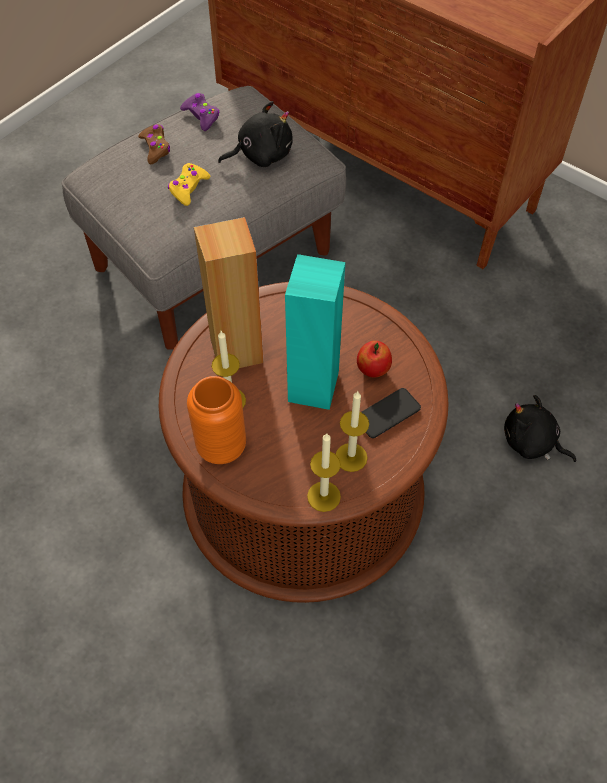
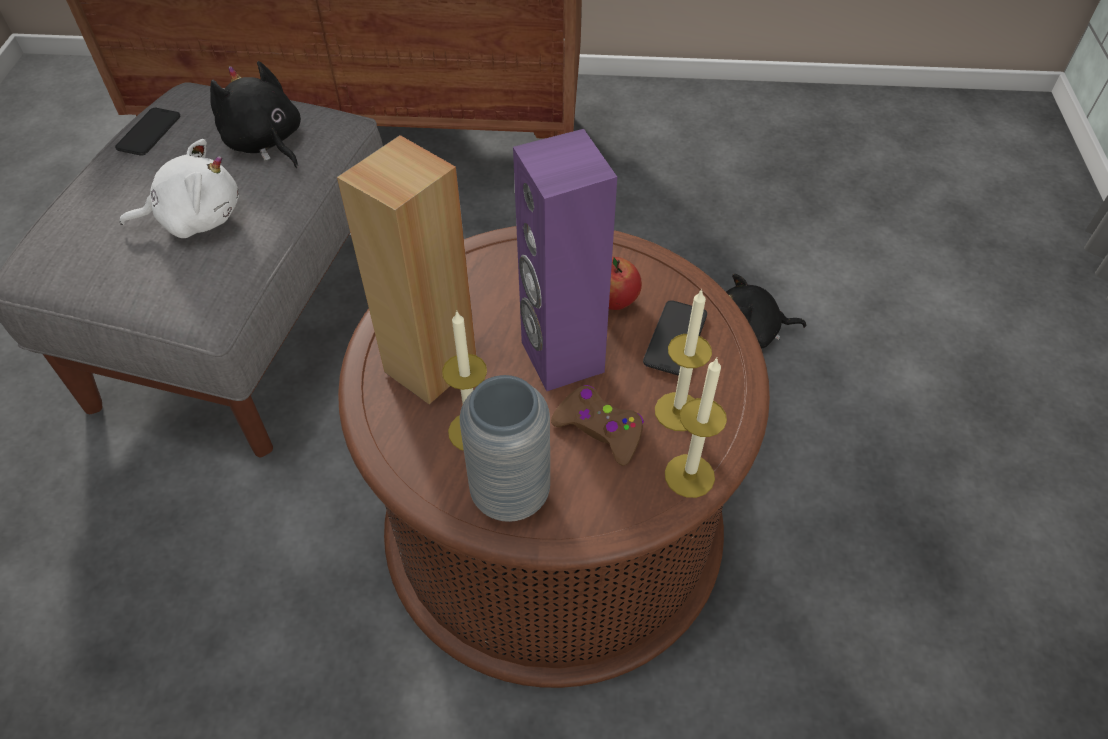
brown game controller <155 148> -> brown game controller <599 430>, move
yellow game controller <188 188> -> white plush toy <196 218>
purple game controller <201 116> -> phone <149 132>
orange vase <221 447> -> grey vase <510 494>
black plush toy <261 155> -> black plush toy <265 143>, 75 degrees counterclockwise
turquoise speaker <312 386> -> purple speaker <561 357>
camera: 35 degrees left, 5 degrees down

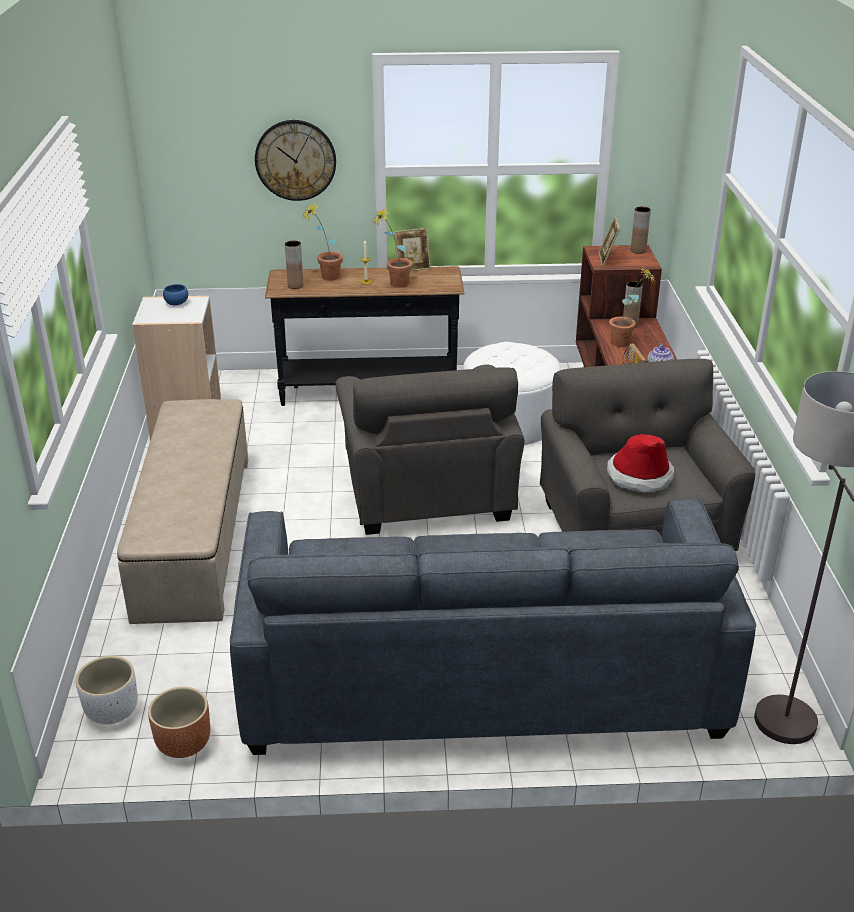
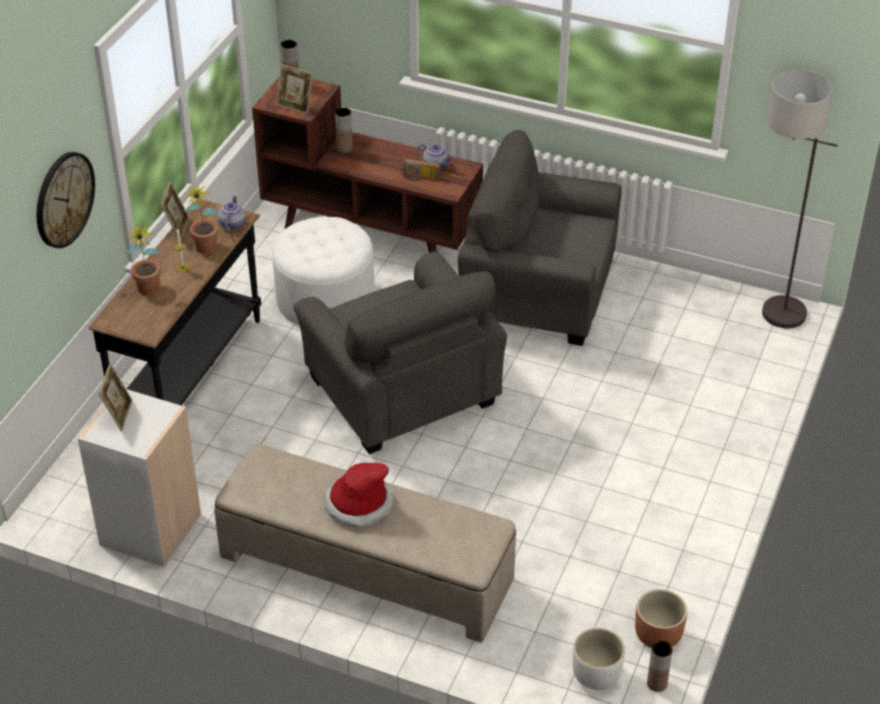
blue bowl <177 303> -> picture frame <119 414>
grey sofa <480 678> -> none
brown vase <295 285> -> brown vase <657 683>, move
grey armchair <427 491> -> grey armchair <401 390>, 45 degrees clockwise
hat <639 476> -> hat <358 504>, move
potted plant <626 343> -> none
none -> teapot <232 224>
camera: 65 degrees left, 10 degrees up

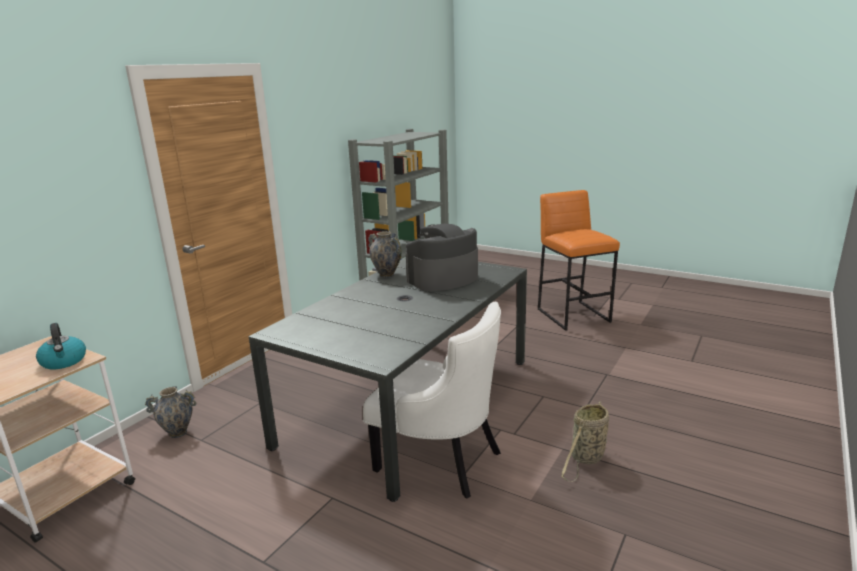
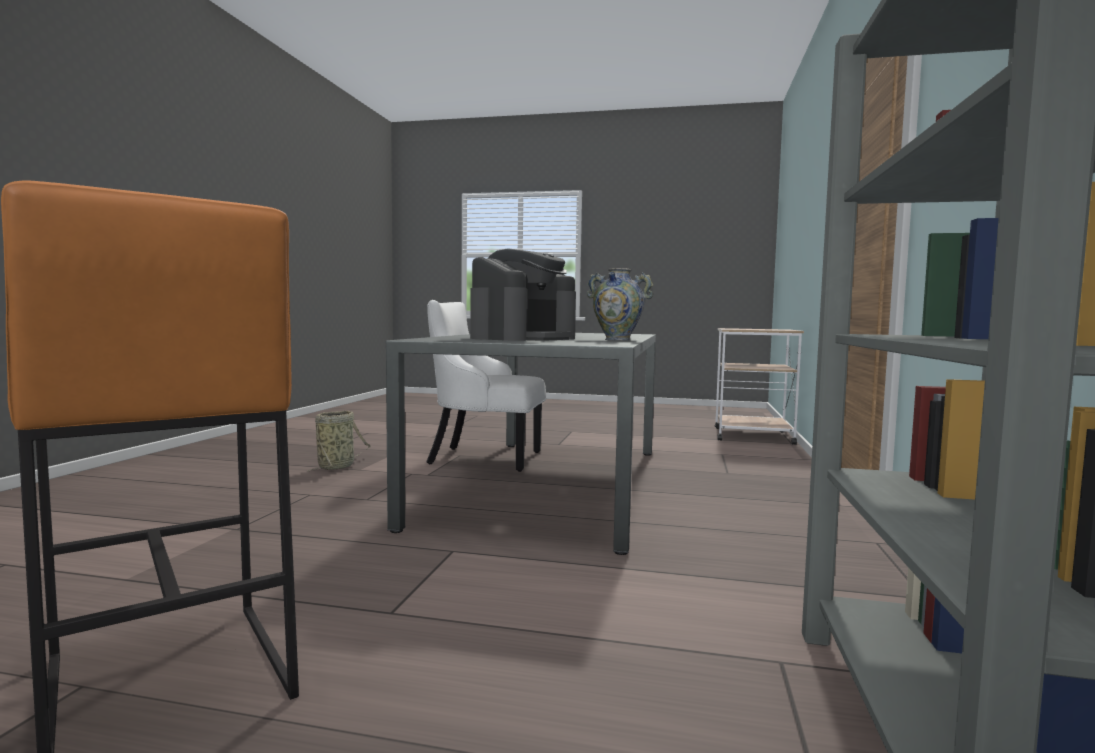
kettle <64 361> -> none
vase <177 433> -> none
camera: 160 degrees right, 15 degrees down

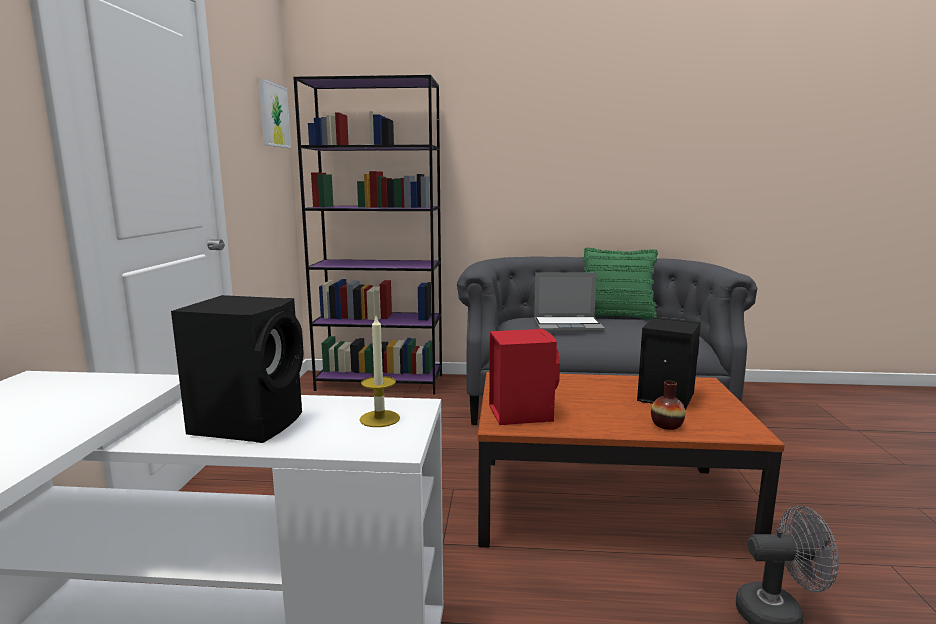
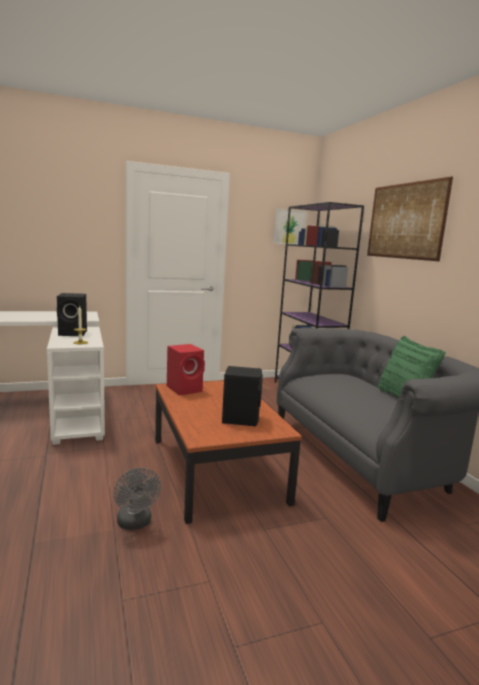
laptop <568 326> -> none
vase <666 425> -> none
none -> picture <405 221>
camera: 65 degrees right, 0 degrees up

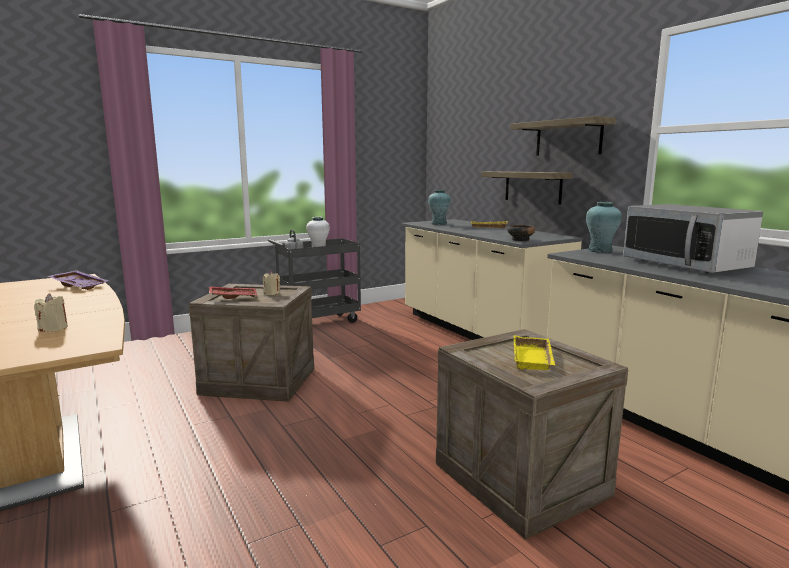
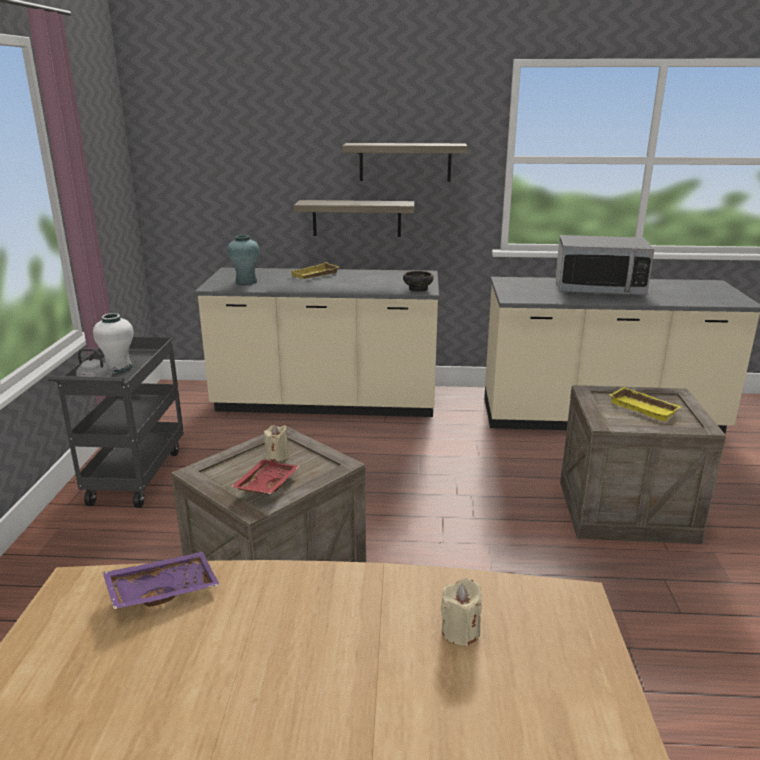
turquoise vase <600 251> -> none
camera: 55 degrees left, 10 degrees up

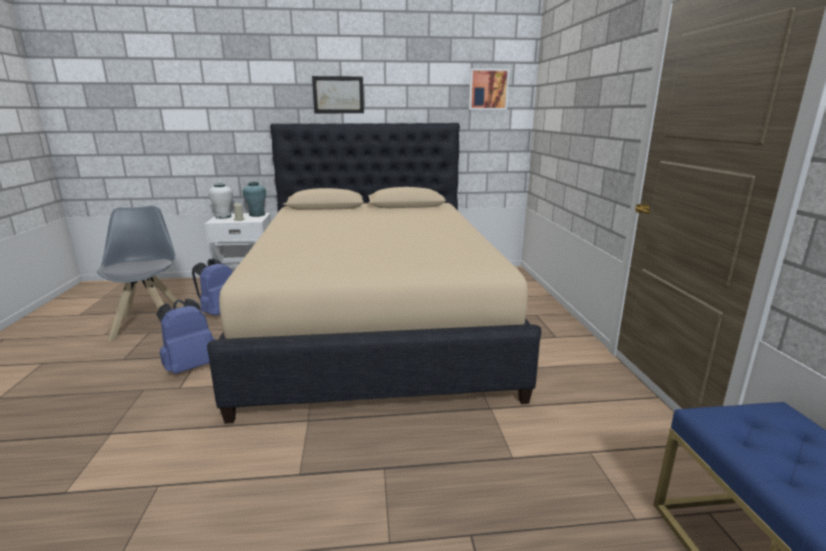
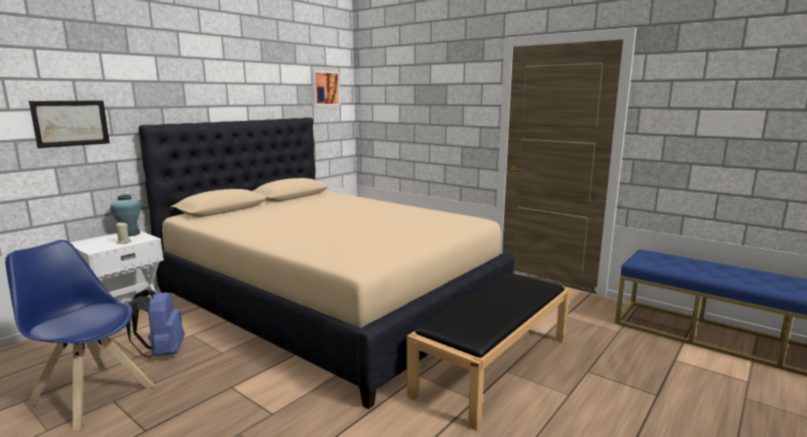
grey chair <150 323> -> blue chair <90 394>
blue backpack <191 366> -> none
white vase <223 217> -> none
picture <338 95> -> picture <71 123>, move
none -> black bench <494 364>
camera: 45 degrees left, 5 degrees down

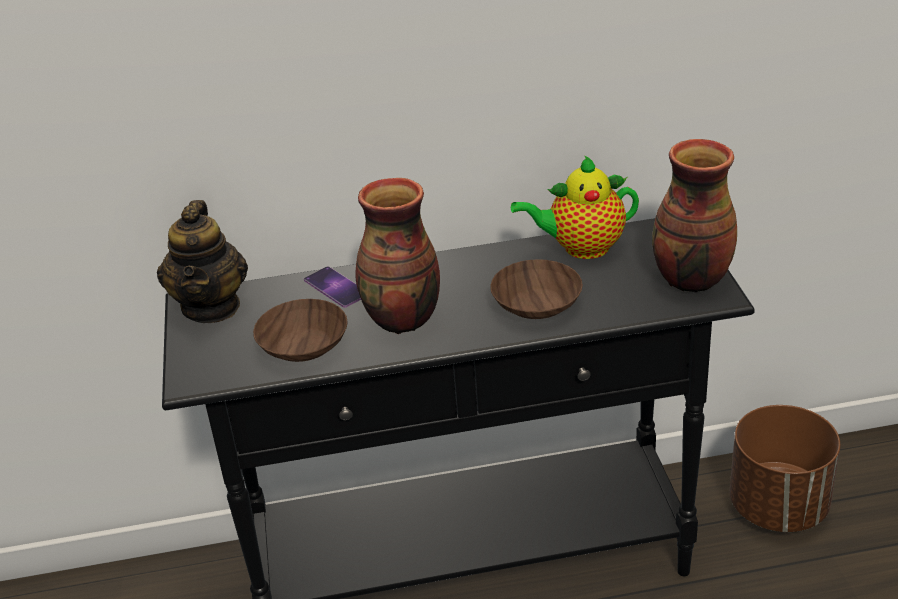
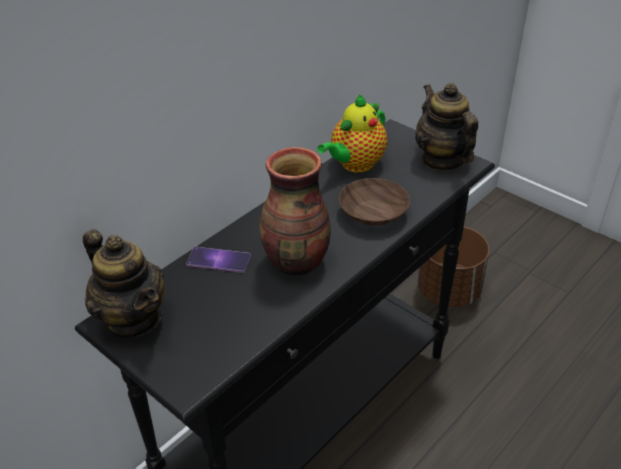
brown bowl <304 344> -> none
vase <690 279> -> teapot <442 160>
camera: 40 degrees left, 5 degrees up

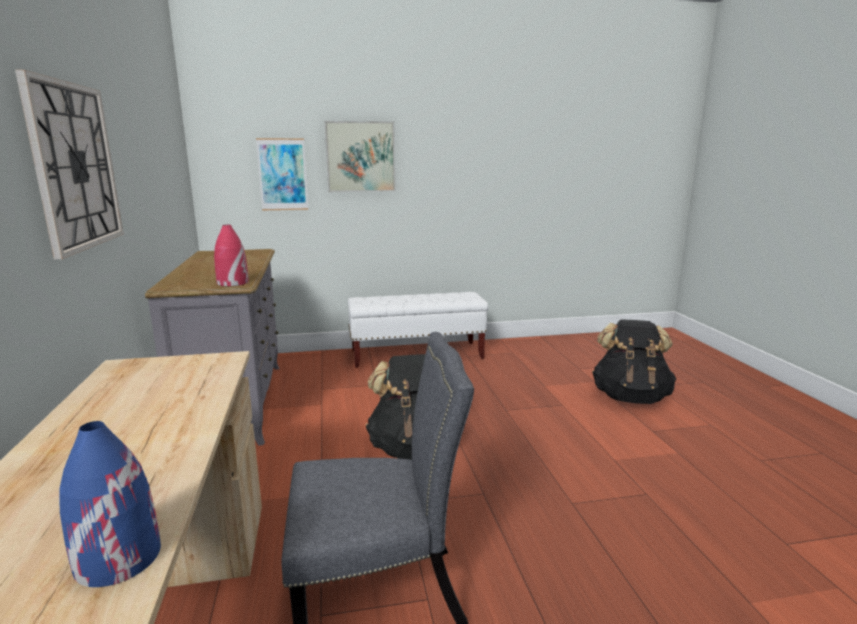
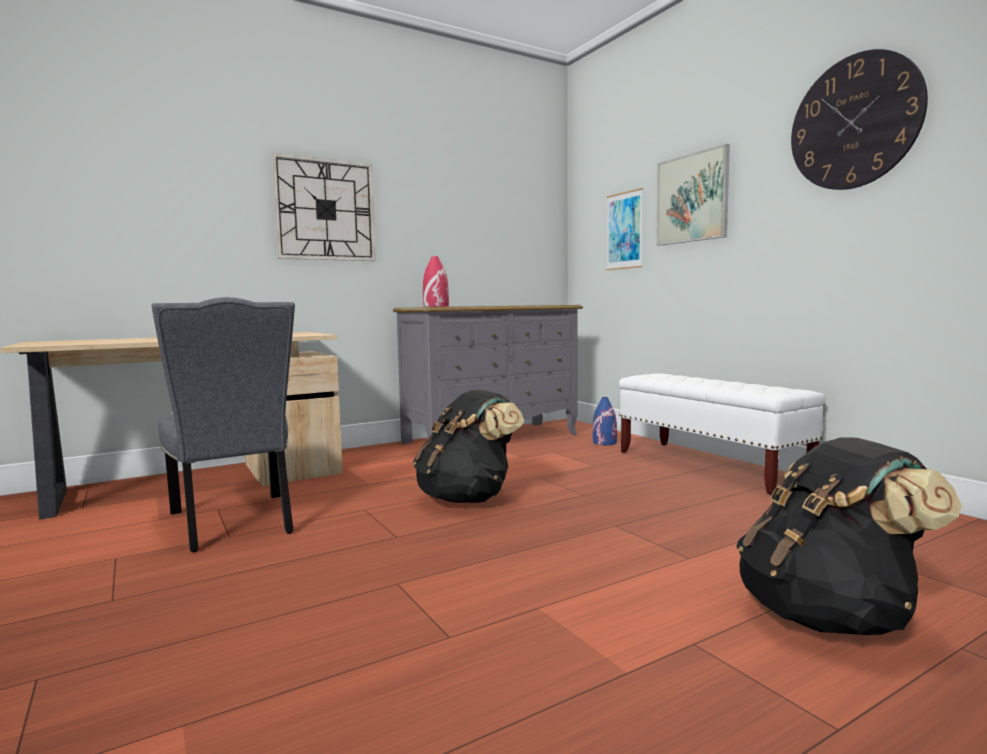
blue vase <117 558> -> blue vase <604 442>, move
none -> wall clock <854 122>
camera: 70 degrees right, 10 degrees down

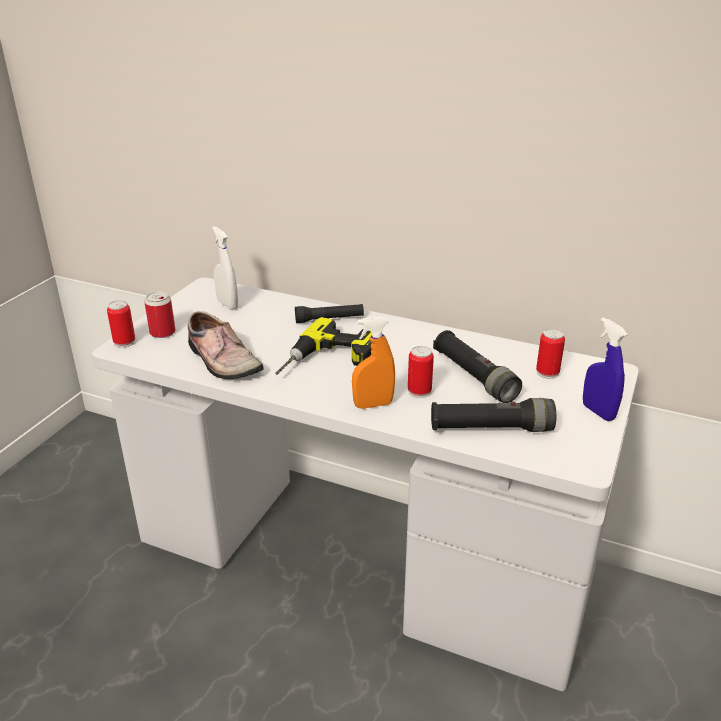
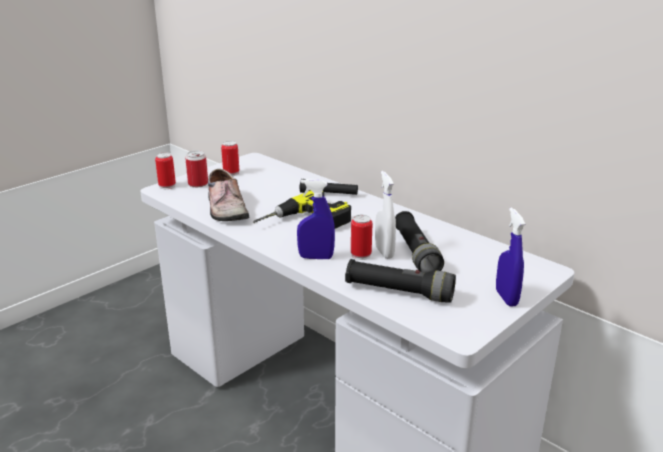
white spray bottle <227 305> -> white spray bottle <384 252>, move
orange spray bottle <373 405> -> blue spray bottle <316 257>
can <547 372> -> can <231 173>, move
camera: 20 degrees right, 5 degrees down

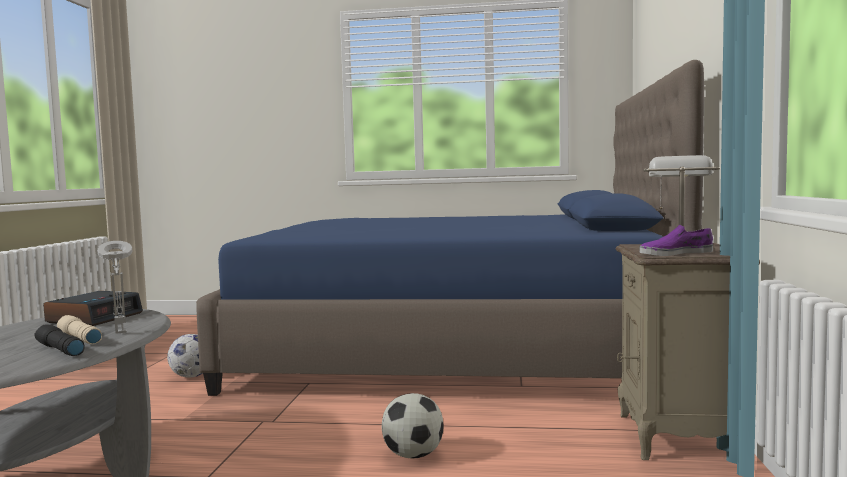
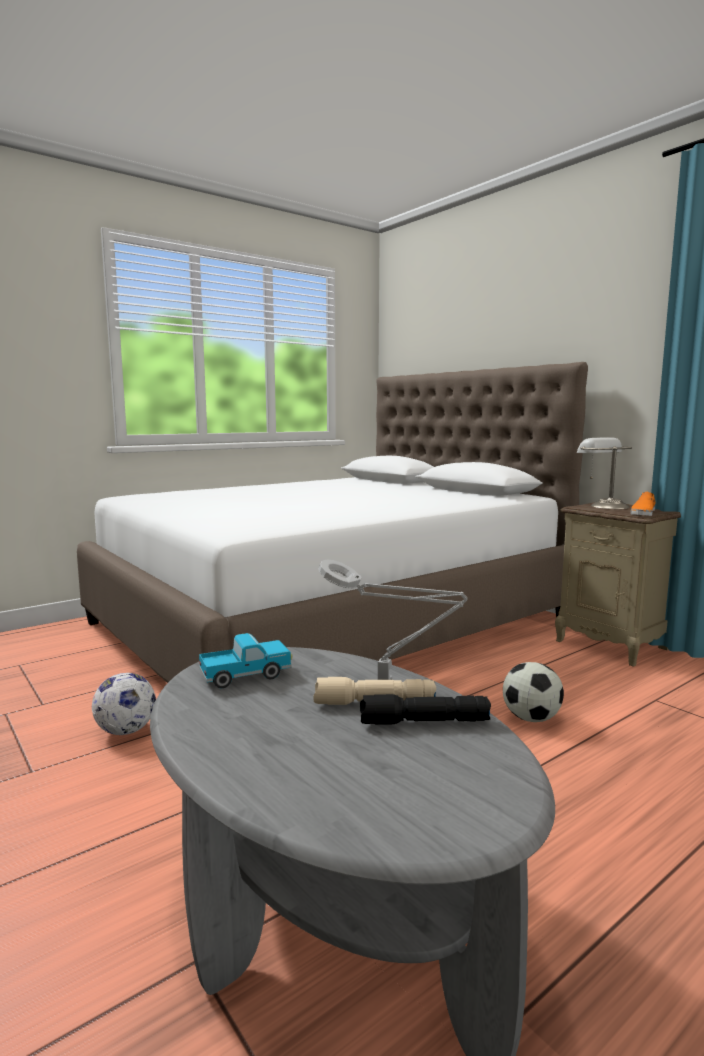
alarm clock <95 317> -> toy truck <246 676>
blue bed <454 350> -> white bed <330 622>
purple shoe <675 253> -> orange shoe <643 513>
camera: 45 degrees left, 5 degrees up

